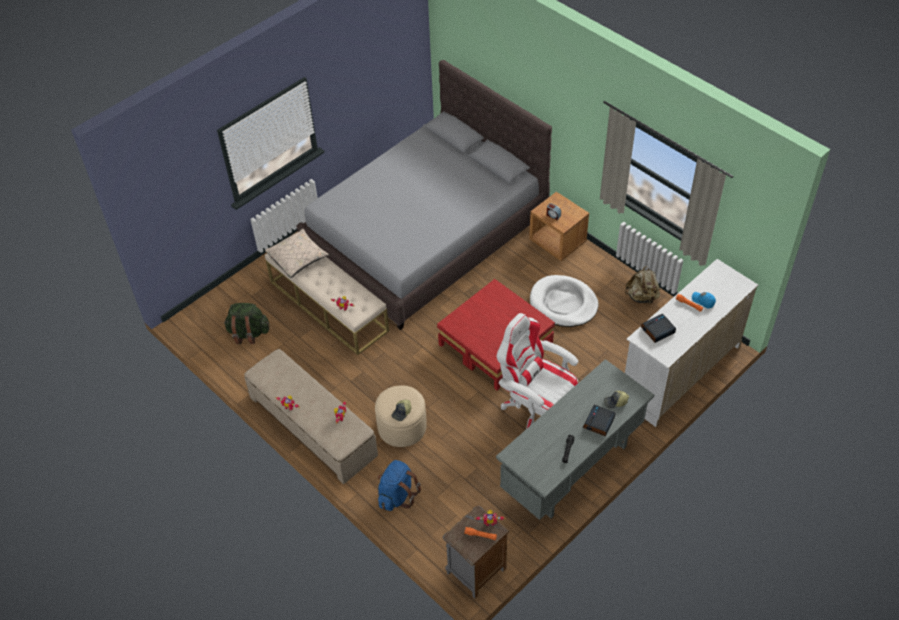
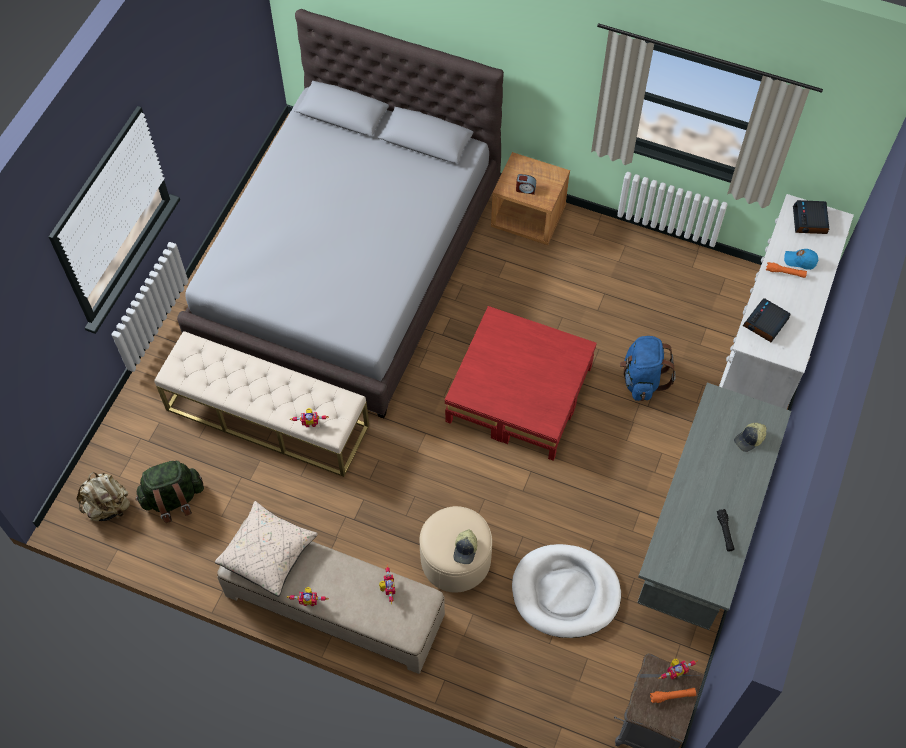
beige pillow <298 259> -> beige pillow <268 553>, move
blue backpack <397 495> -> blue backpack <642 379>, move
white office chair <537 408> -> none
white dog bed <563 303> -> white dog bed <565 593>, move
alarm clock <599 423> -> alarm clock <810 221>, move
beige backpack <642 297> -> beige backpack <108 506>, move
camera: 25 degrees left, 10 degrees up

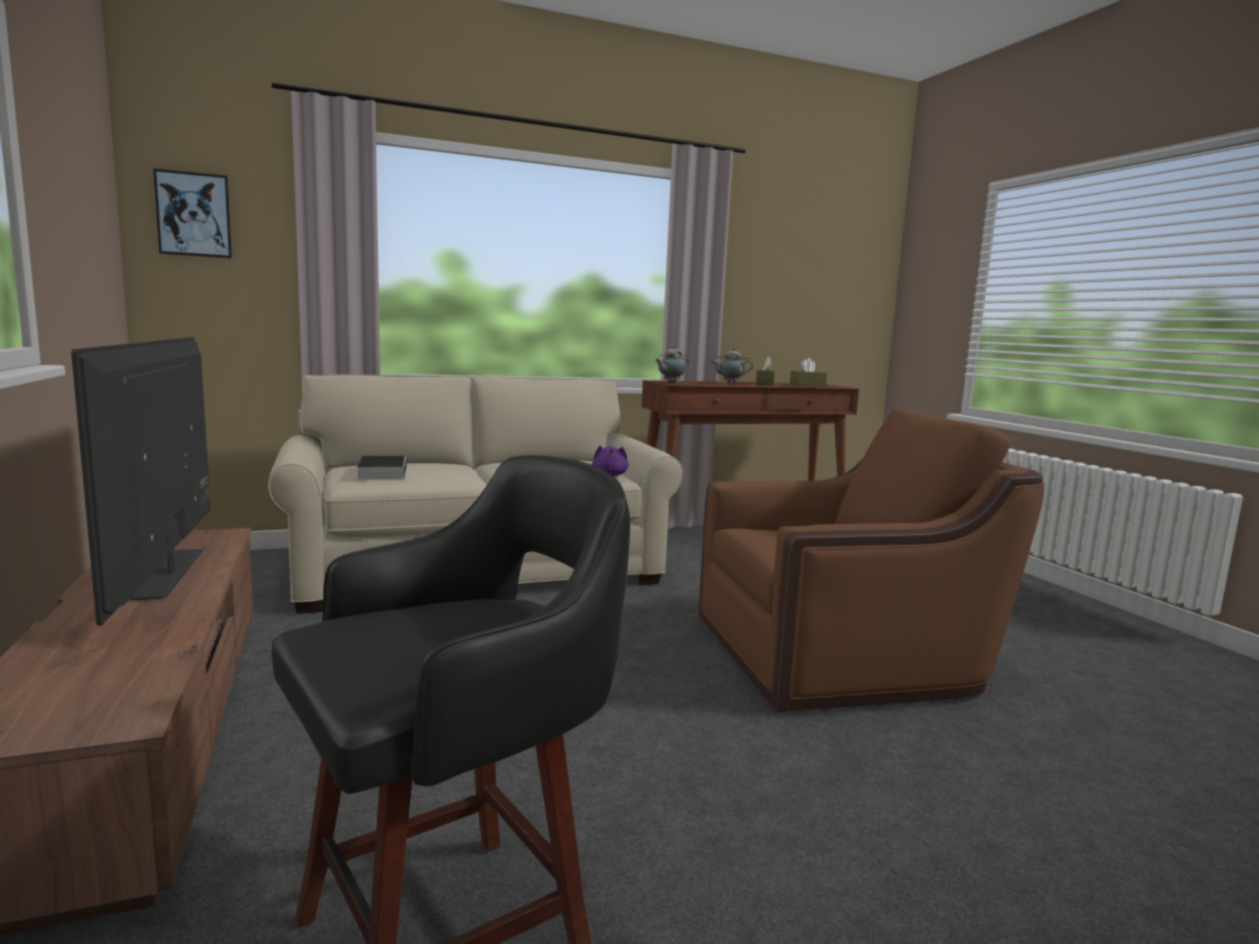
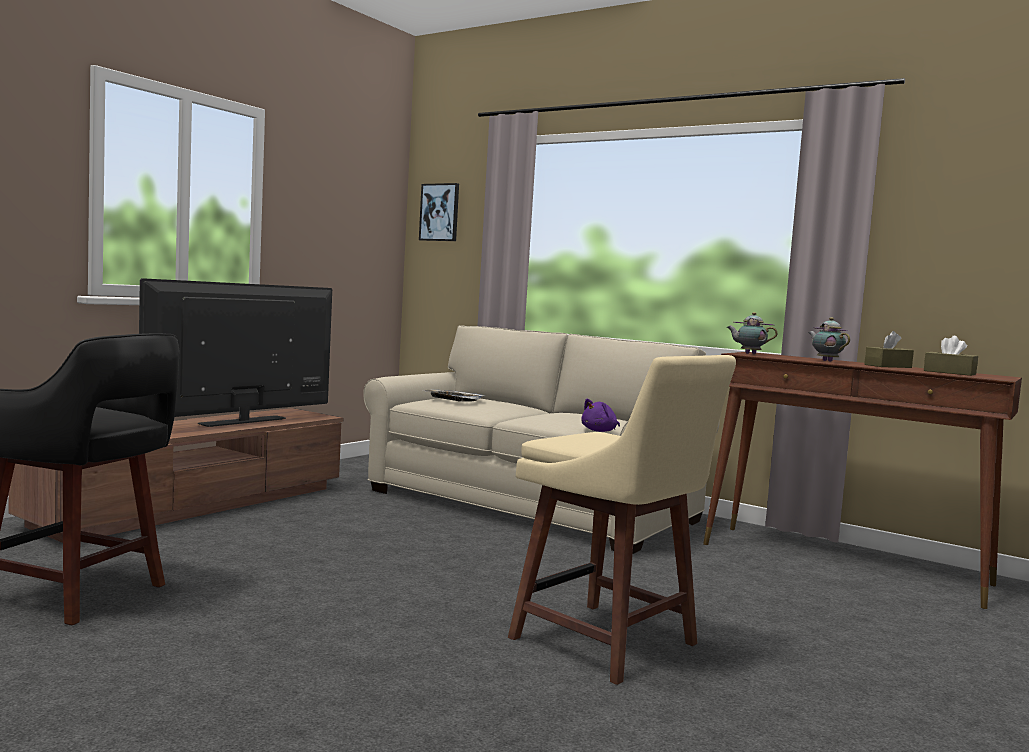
book <382 472> -> tray <453 399>
brown armchair <846 655> -> beige stool <610 644>
camera: 55 degrees right, 5 degrees down

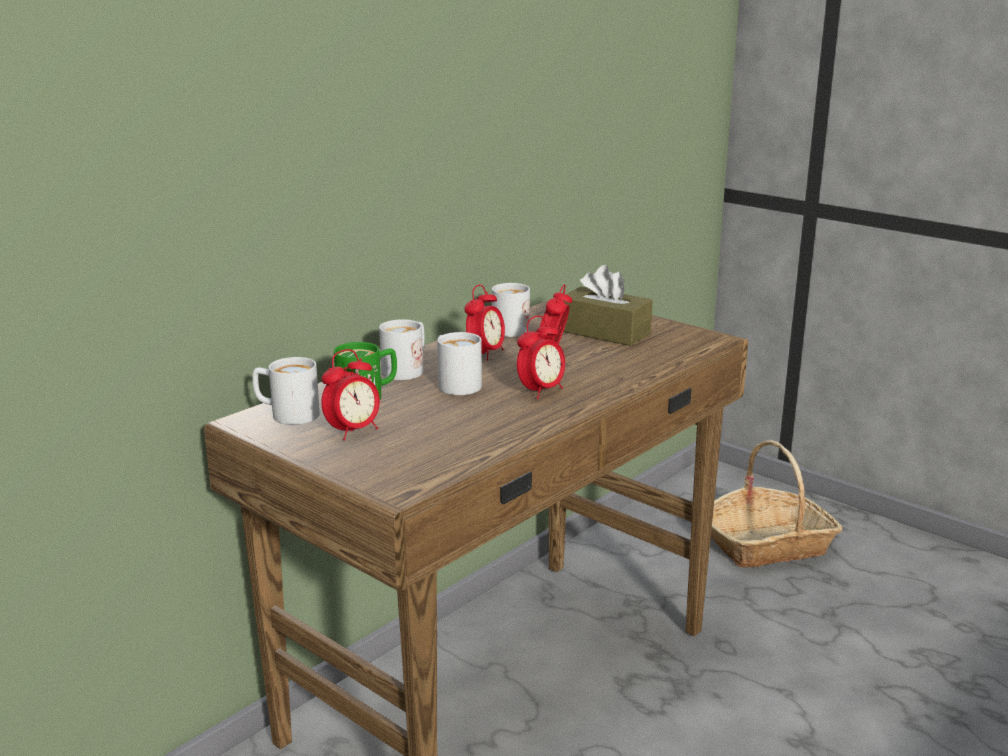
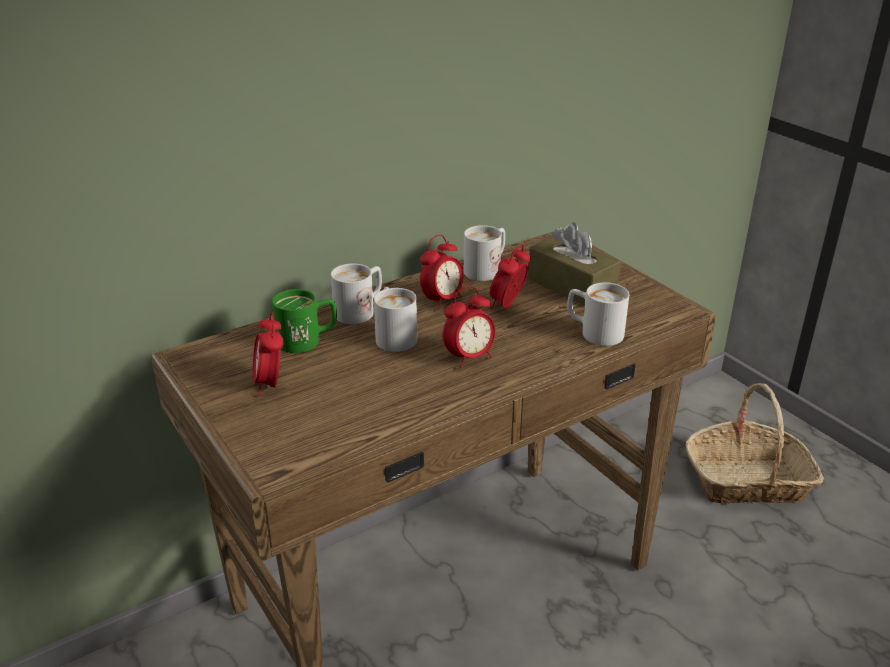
white mug <286 414> -> white mug <593 332>, move
alarm clock <353 431> -> alarm clock <271 384>, 105 degrees clockwise
camera: 15 degrees right, 10 degrees up

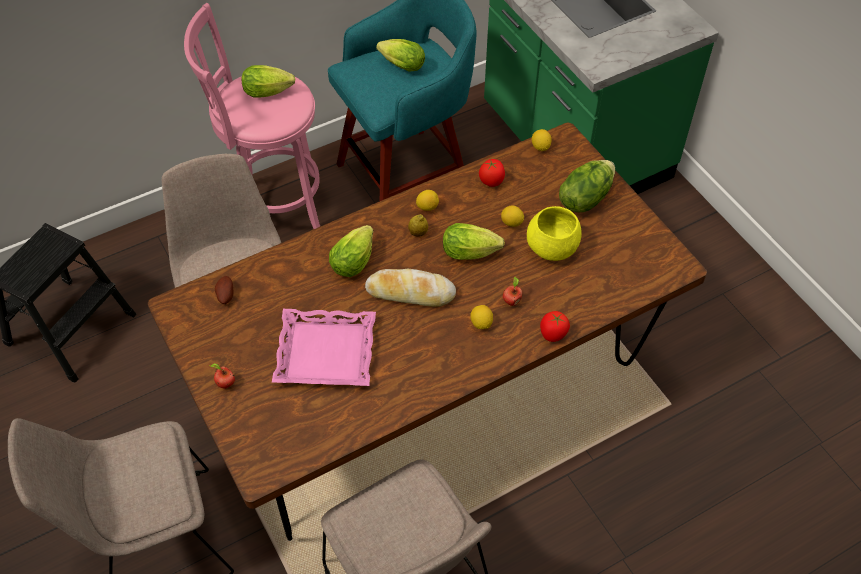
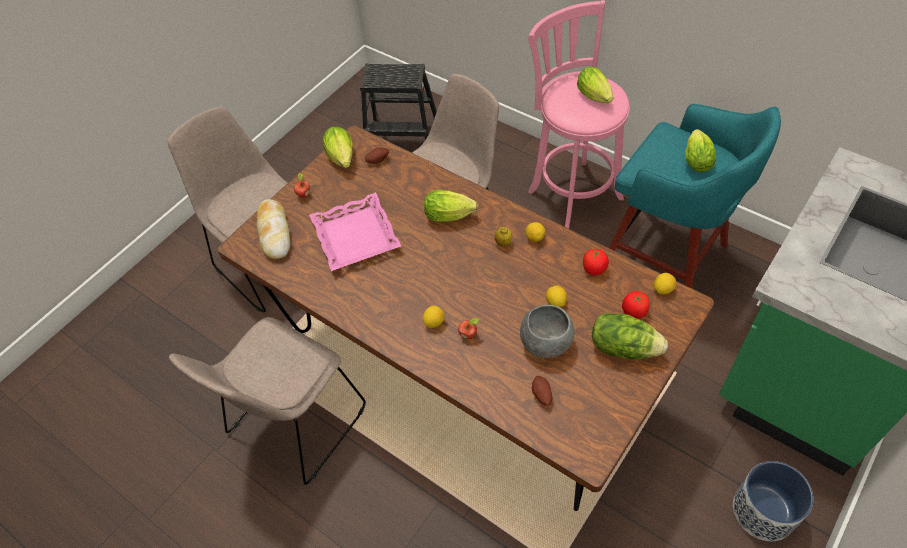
bread <410 292> -> bread <275 232>, move
lettuce <473 253> -> lettuce <342 159>, move
yellow bowl <552 248> -> grey bowl <545 343>
tomato <553 334> -> tomato <634 312>, move
none -> potato <541 395>
none -> planter <764 511>
camera: 70 degrees right, 0 degrees up

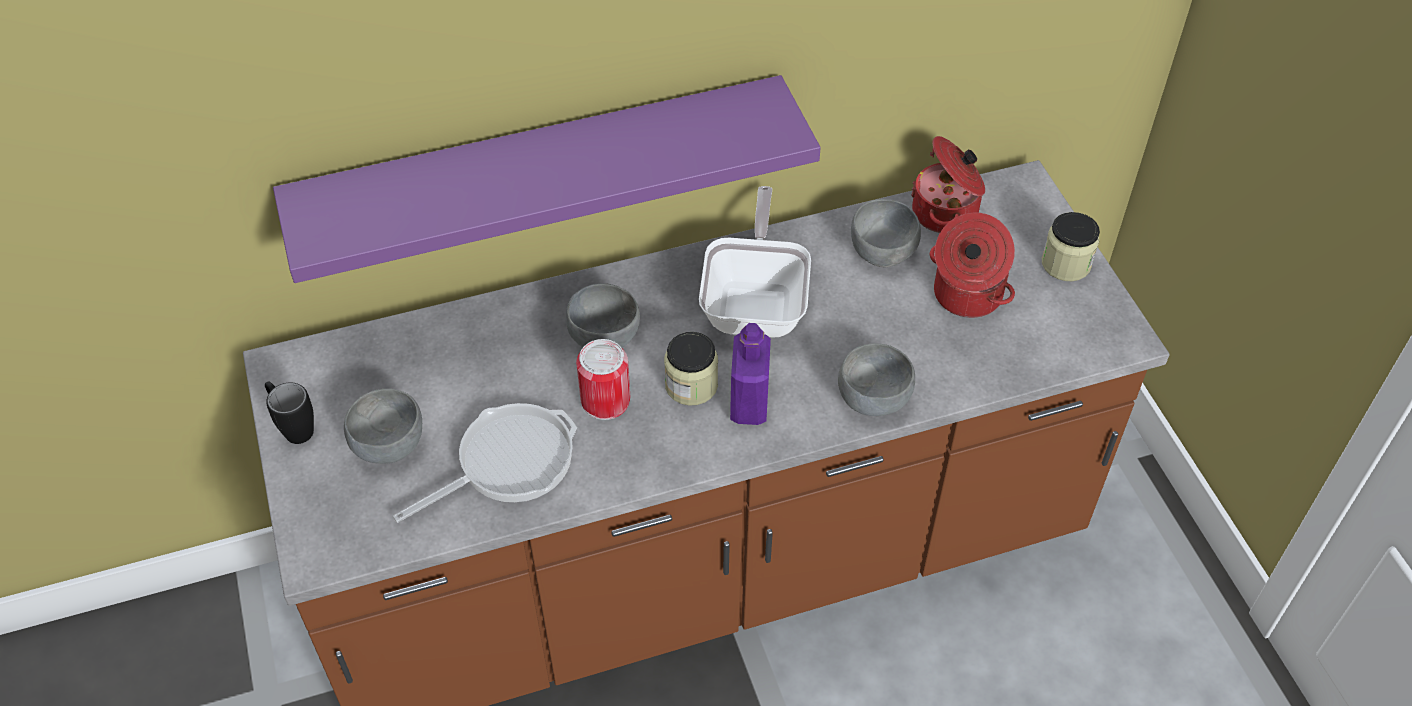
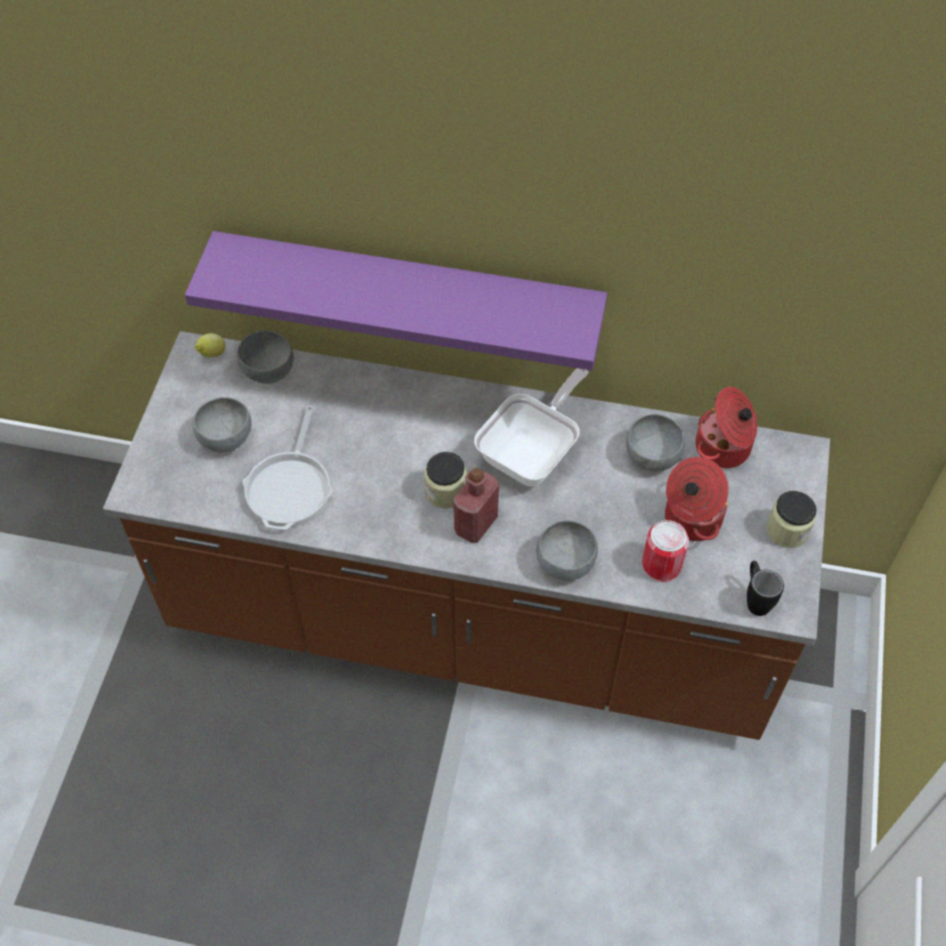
black mug <293 427> -> black mug <755 599>, move
frying pan <508 462> -> frying pan <291 487>, 105 degrees clockwise
grey bowl <604 336> -> grey bowl <268 371>, move
can <605 400> -> can <661 565>, move
purple bottle <749 404> -> red bottle <476 524>
none -> lemon <212 355>
camera: 30 degrees right, 5 degrees up

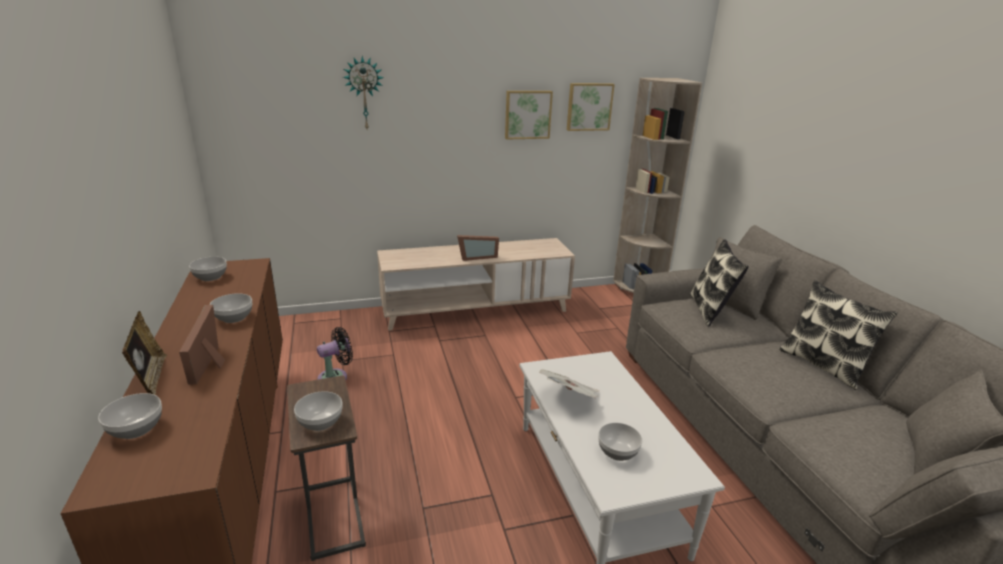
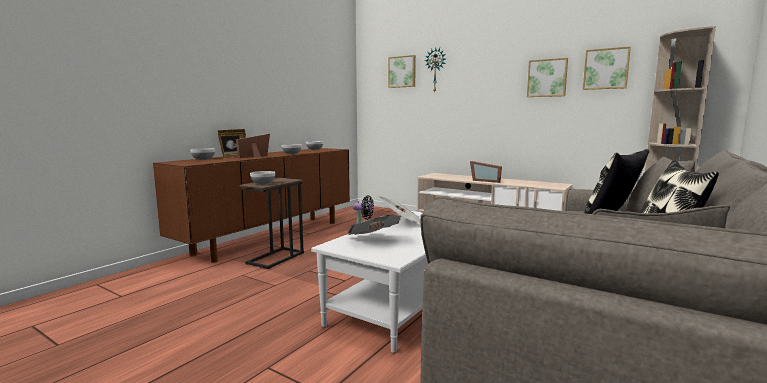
bowl <617 452> -> newspaper <373 240>
none -> picture <402 72>
camera: 50 degrees right, 15 degrees down

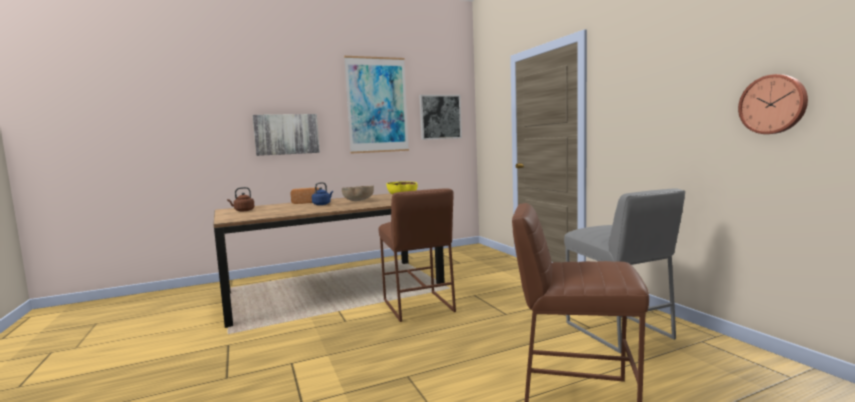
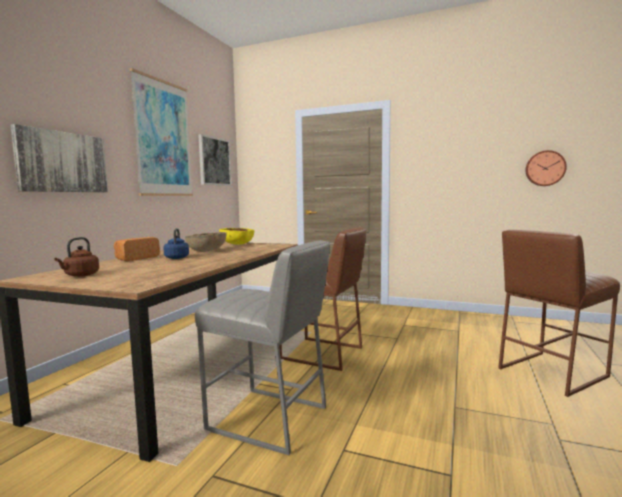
grey stool <619 331> -> grey stool <269 419>, move
camera: 45 degrees left, 0 degrees up

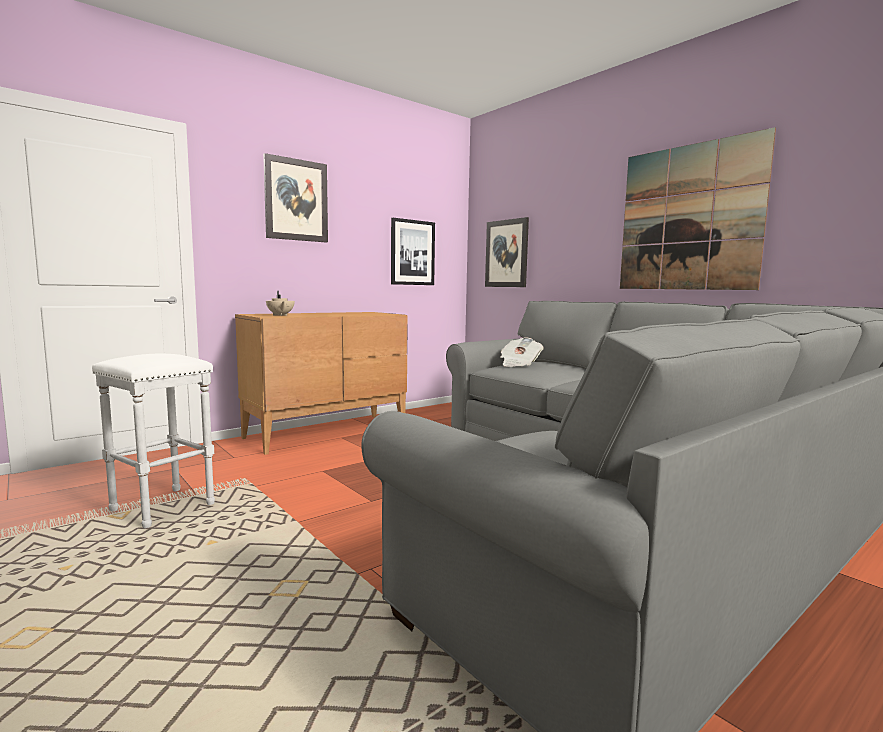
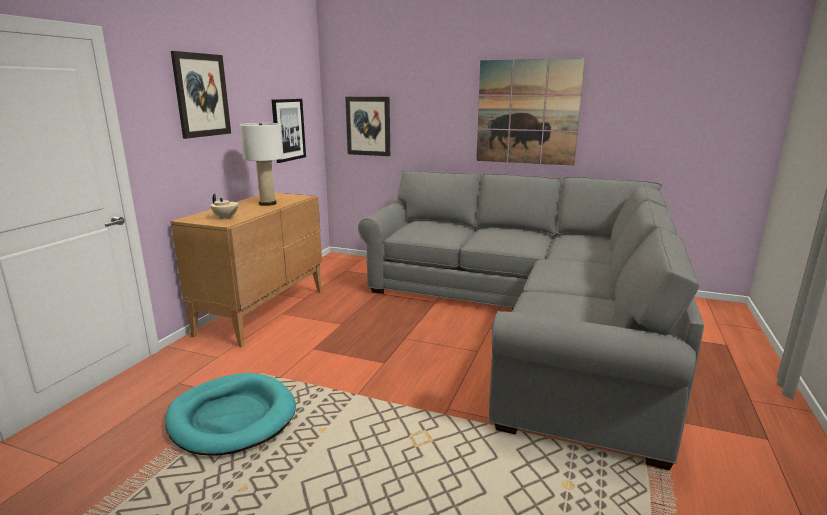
white stool <163 506> -> turquoise dog bed <232 417>
newspaper <519 364> -> none
none -> white table lamp <268 204>
camera: 30 degrees left, 10 degrees up

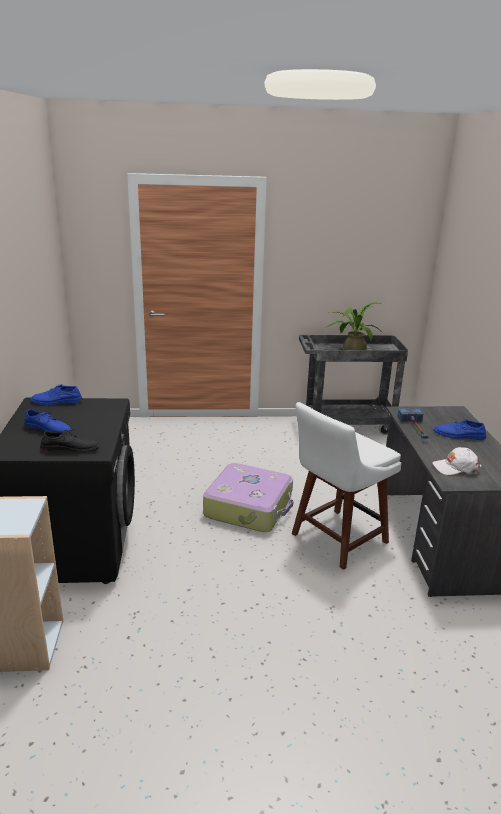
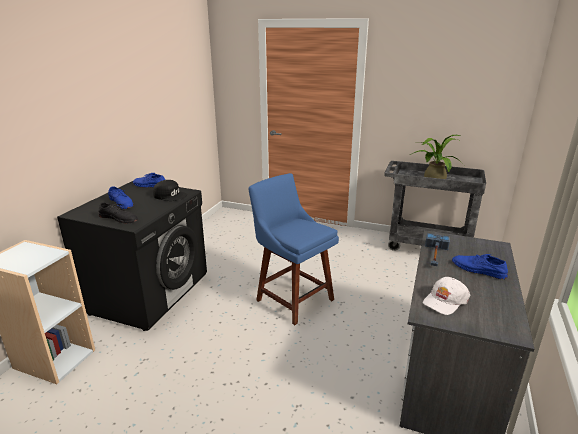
suitcase <249 507> -> blue stool <293 298>
white stool <336 539> -> none
white cap <456 467> -> white cap <445 301>, 60 degrees counterclockwise
none -> black cap <170 195>
camera: 25 degrees right, 0 degrees up

